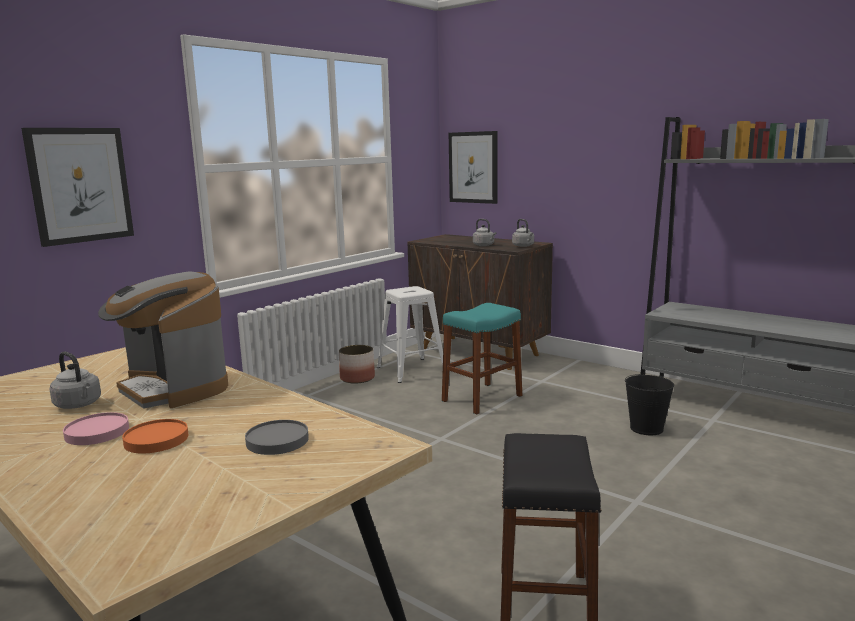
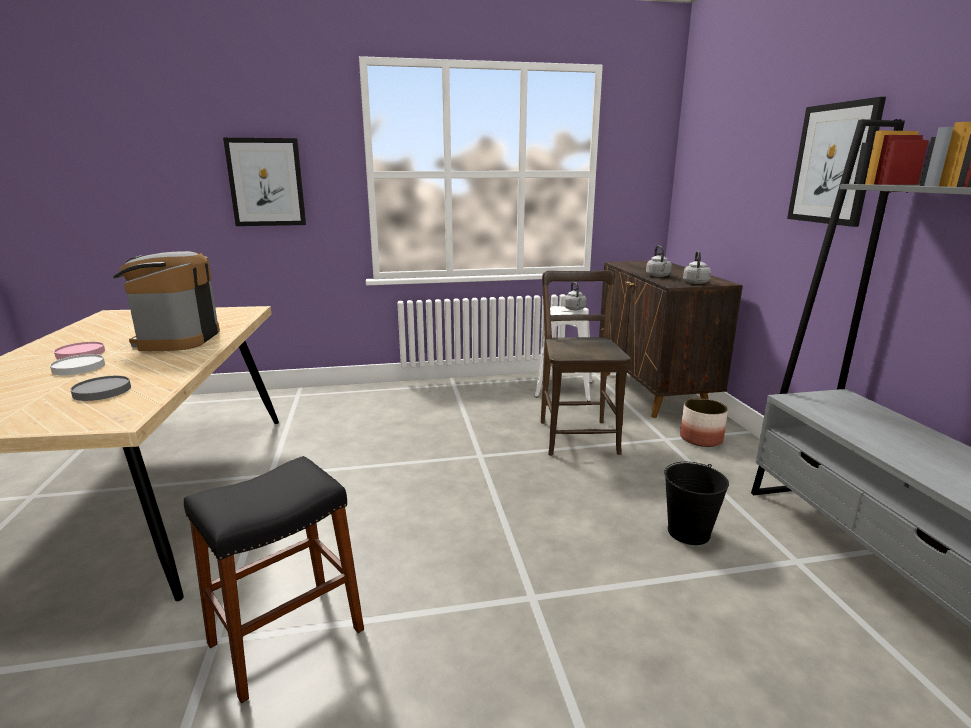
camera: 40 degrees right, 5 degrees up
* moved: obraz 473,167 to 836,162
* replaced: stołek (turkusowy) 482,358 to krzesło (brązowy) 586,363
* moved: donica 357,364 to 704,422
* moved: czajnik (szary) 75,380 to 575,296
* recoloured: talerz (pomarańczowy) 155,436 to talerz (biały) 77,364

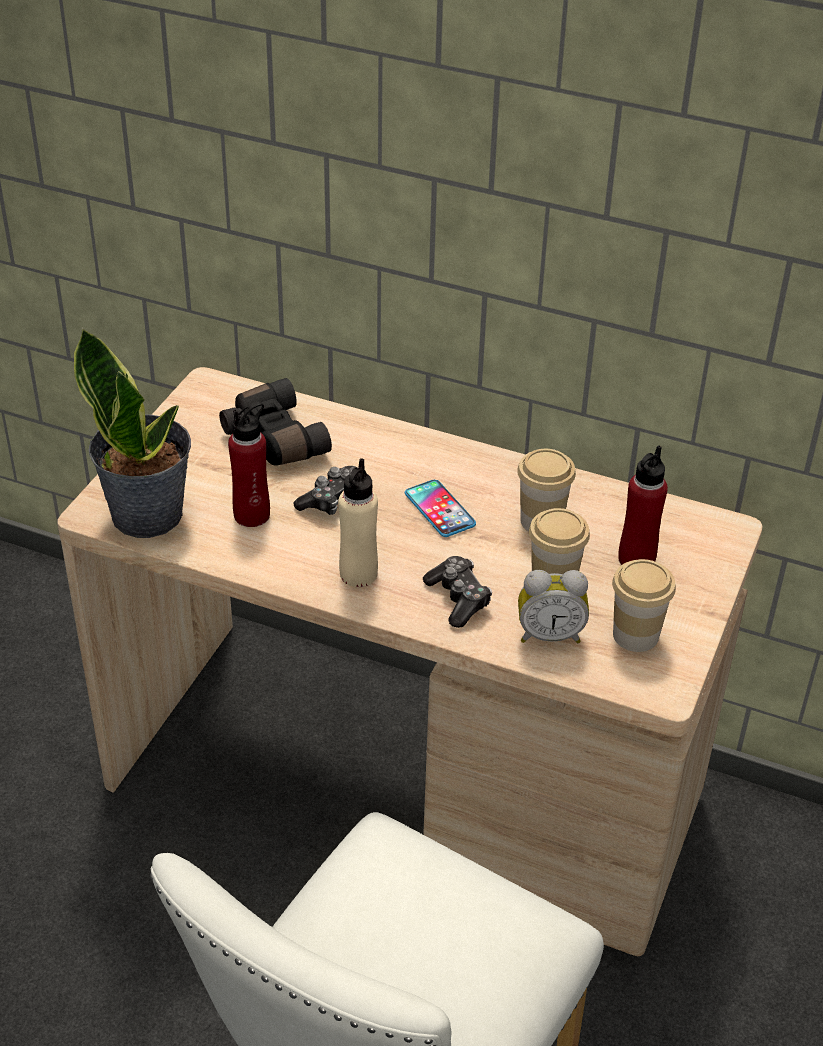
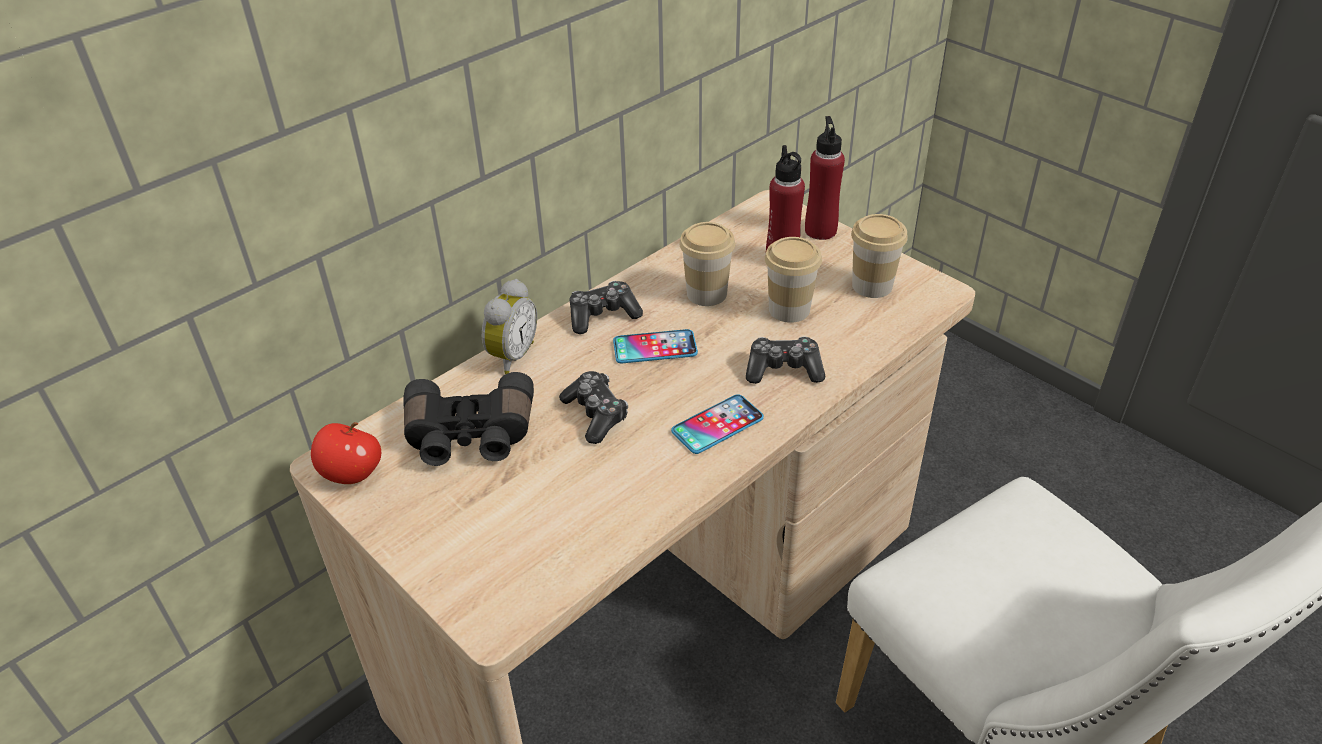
camera: 65 degrees left, 0 degrees up
* removed: roślina doniczkowa 132,433
* moved: butelka (czerwony) 249,464 to 825,178
* replaced: butelka (beżowy) 358,522 to telefon 717,424
* moved: budzik 553,606 to 509,326
* added: pad do gier 606,307
* added: jabłko 346,453

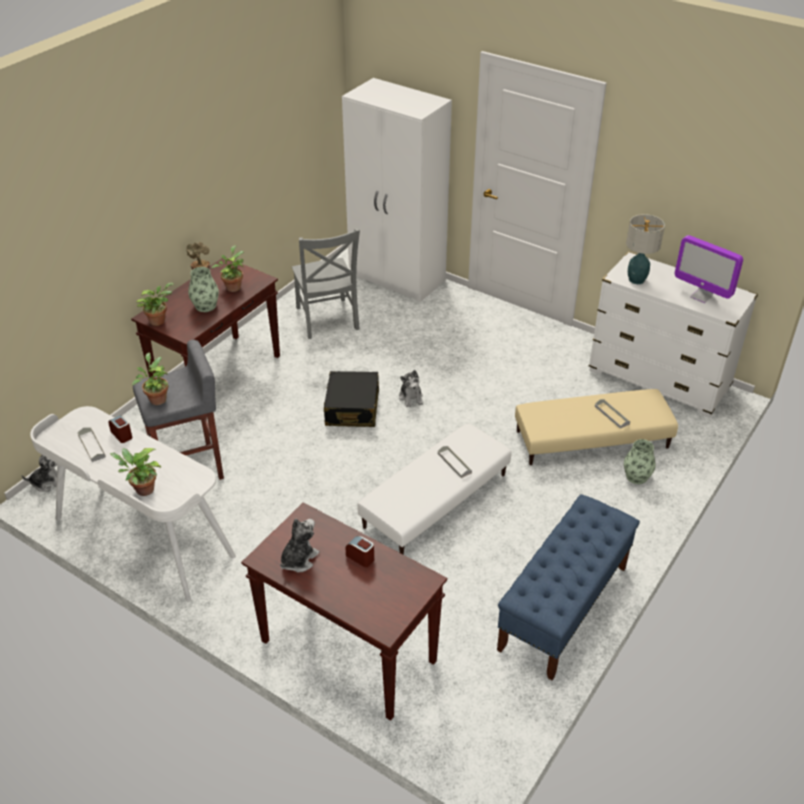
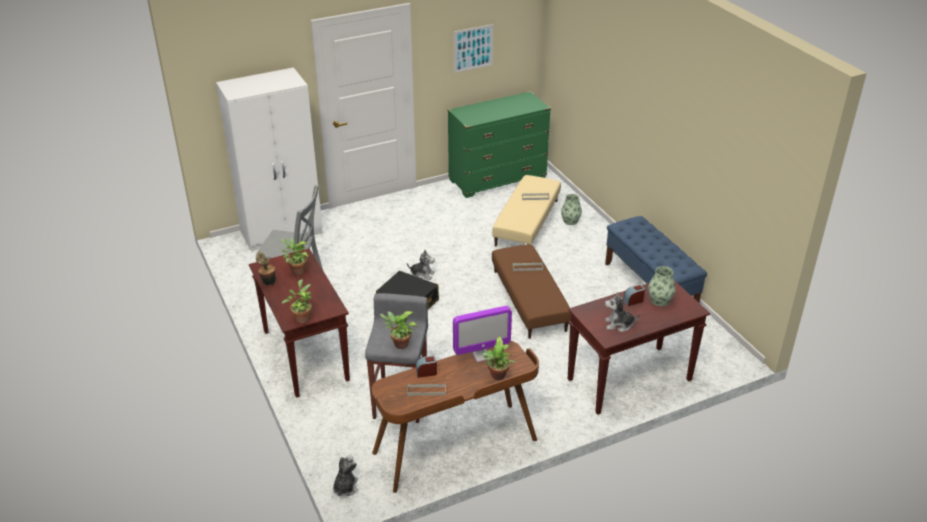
camera: 60 degrees left, 5 degrees down
* removed: lampa stołowa 645,249
* moved: monitor 709,269 to 482,334
* recoloured: komoda (biały) 673,334 to komoda (zielony) 499,144
* moved: wazon 203,289 to 662,286
* recoloured: biurko (biały) 133,504 to biurko (brązowy) 455,417
* recoloured: pufa (biały) 434,489 to pufa (brązowy) 531,291
* turned: pluszak 299,545 = 622,312 60 degrees counterclockwise
* added: obraz 473,48

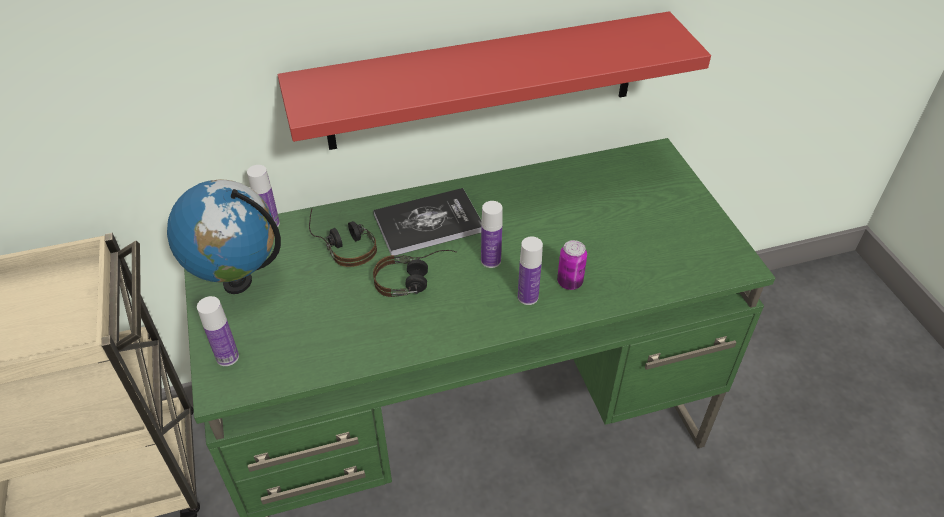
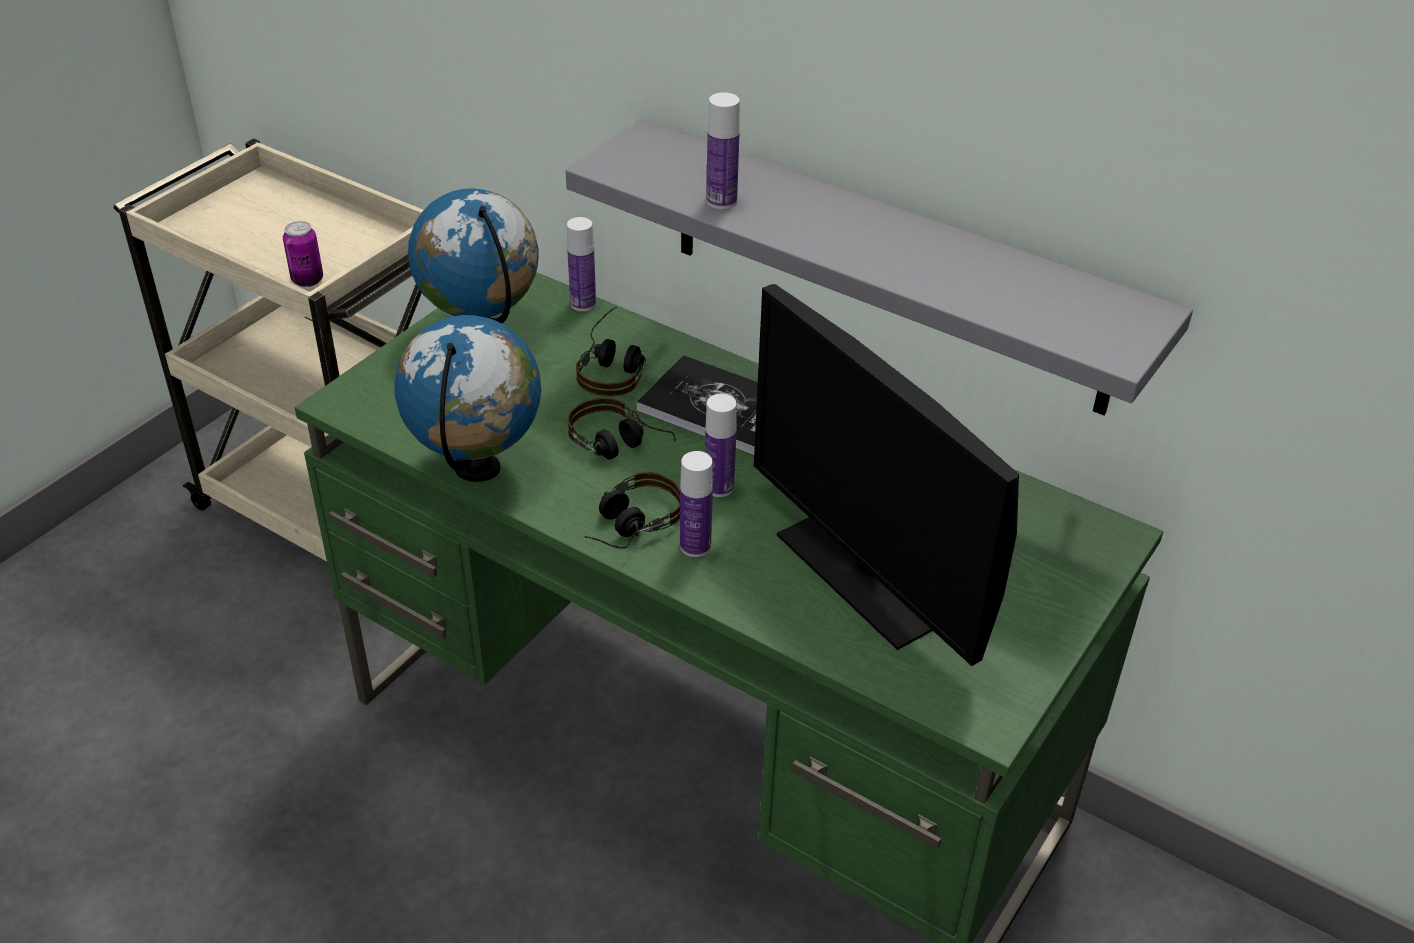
camera: 50 degrees right, 5 degrees down
* recoloured: półka (czerwony) 494,80 to półka (szary) 879,267
* moved: puszka 572,265 to 303,254
* moved: butelka 218,331 to 723,151
* added: monitor 886,475
* added: globus 467,398
* added: słuchawki 632,510

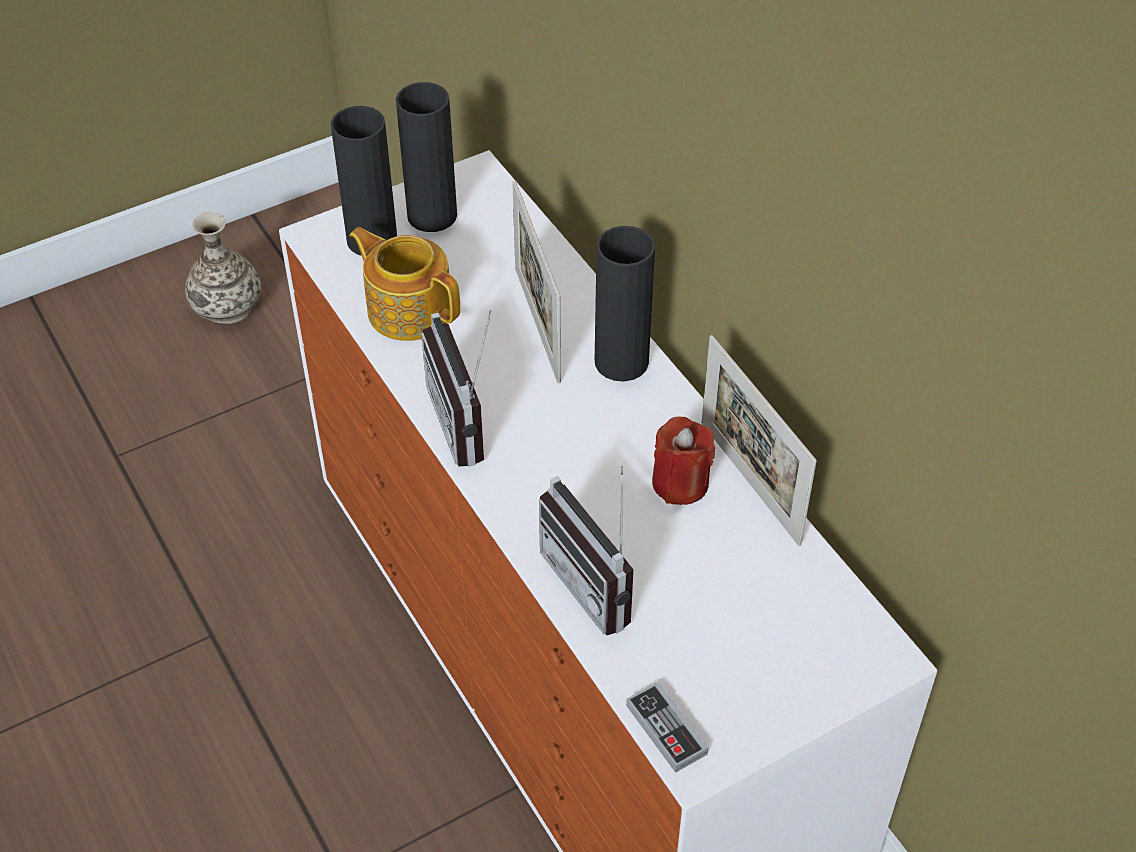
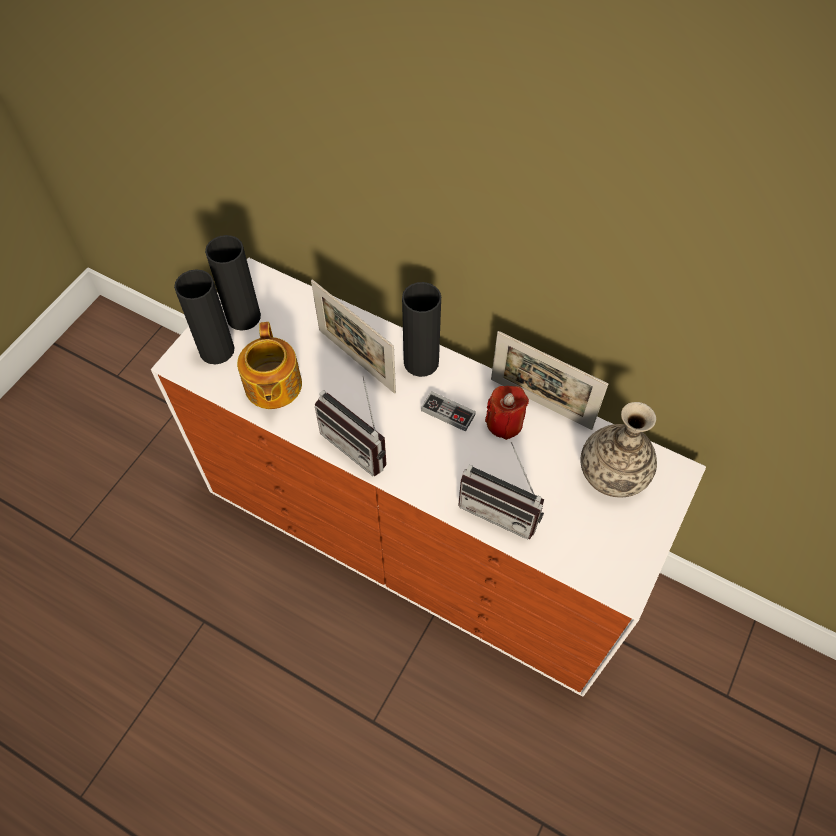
camera: 30 degrees left, 10 degrees up
* moved: wazon 223,268 to 618,450
* turned: imbryk 404,284 = 269,365 105 degrees counterclockwise
* moved: pad do gier 667,727 to 448,411

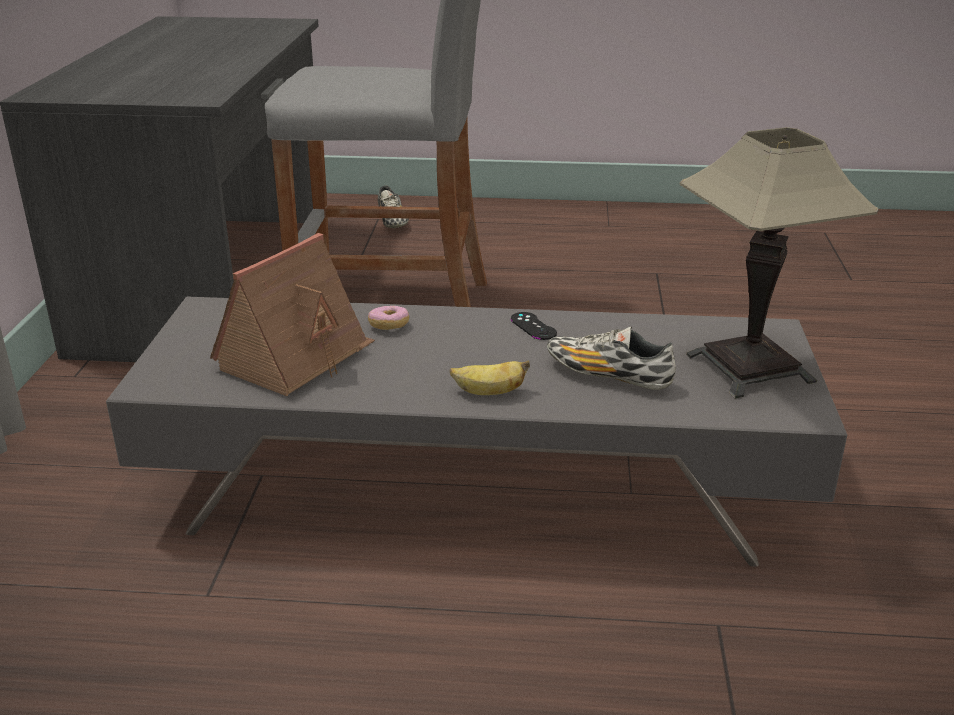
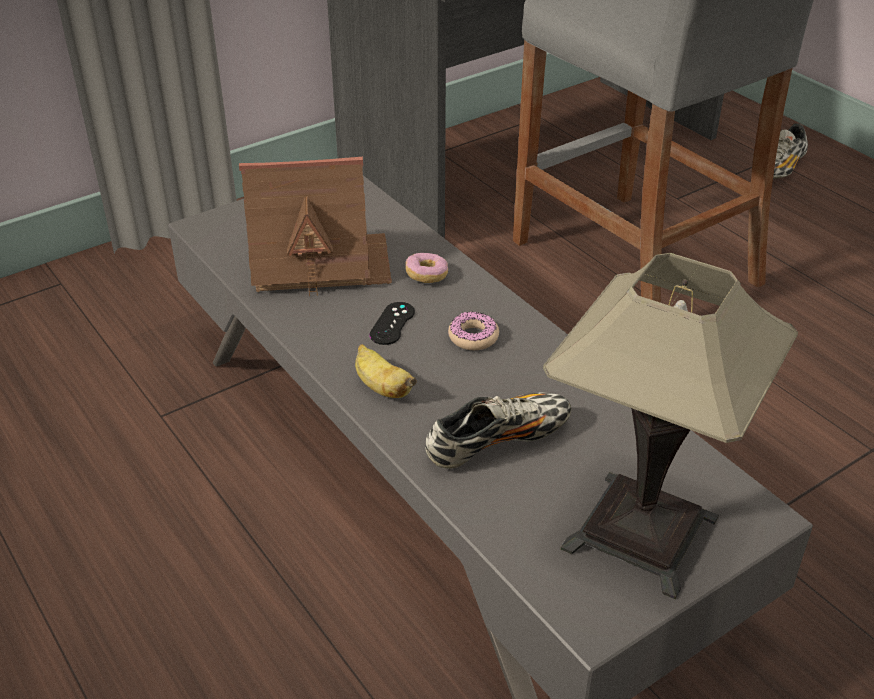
camera: 50 degrees right, 10 degrees up
* moved: pad do gier (czarny) 534,326 to 392,323
* turned: but 611,358 = 499,430 75 degrees clockwise
* added: donut 473,330

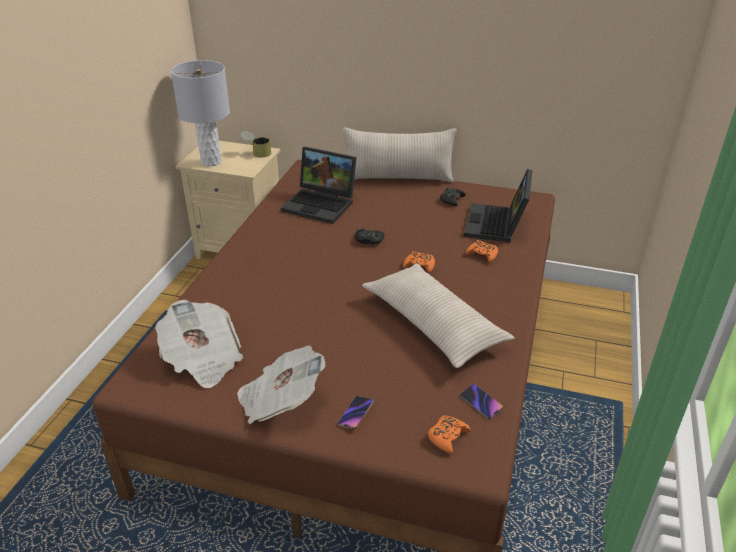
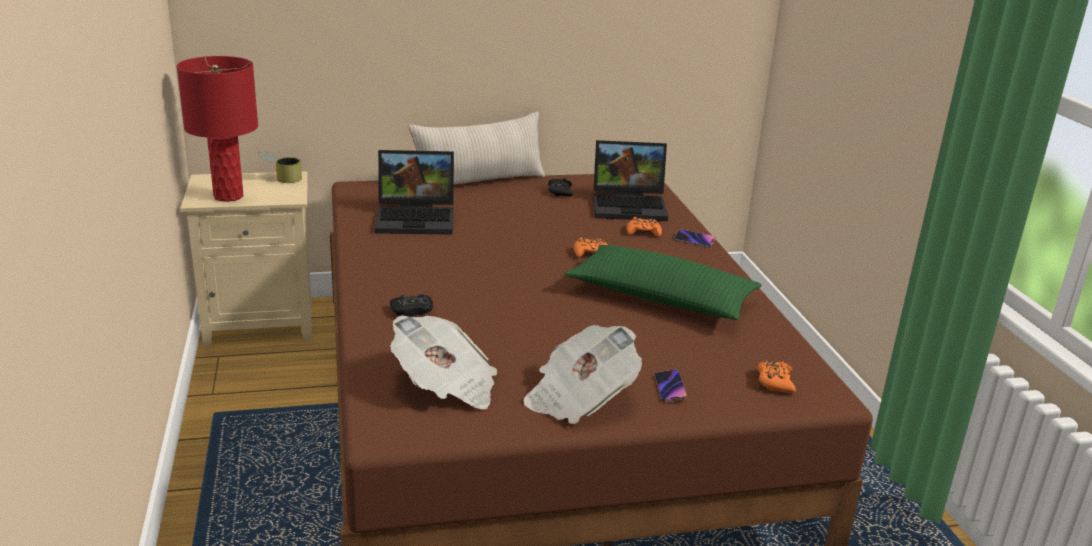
camera: 30 degrees left, 10 degrees down
* recoloured: lampa stołowa (szary) 200,113 to lampa stołowa (czerwony) 217,129
* turned: laptop 498,206 = 630,180 75 degrees counterclockwise
* moved: pad do gier (czarny) 370,236 to 411,305
* recoloured: poduszka (beżowy) 438,315 to poduszka (zielony) 663,282
* moved: telefon 481,402 to 694,238

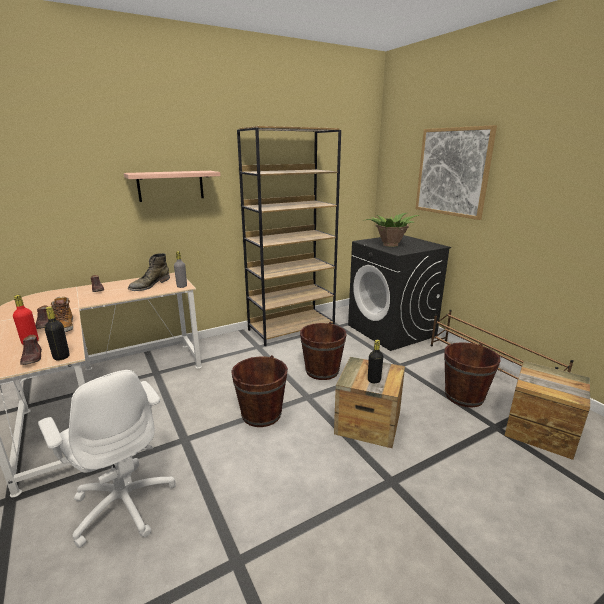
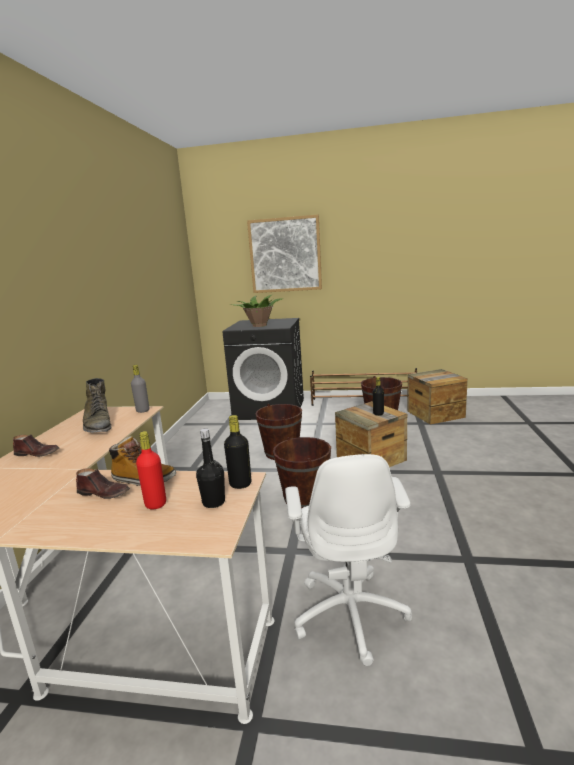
camera: 50 degrees left, 5 degrees down
* removed: regał (brązowy) 289,236
* removed: półka 172,186
* replaced: but (brązowy) 31,350 to butelka (czarny) 210,468
* turned: krzesło biurowe (biały) 107,459 = 348,560 90 degrees clockwise

